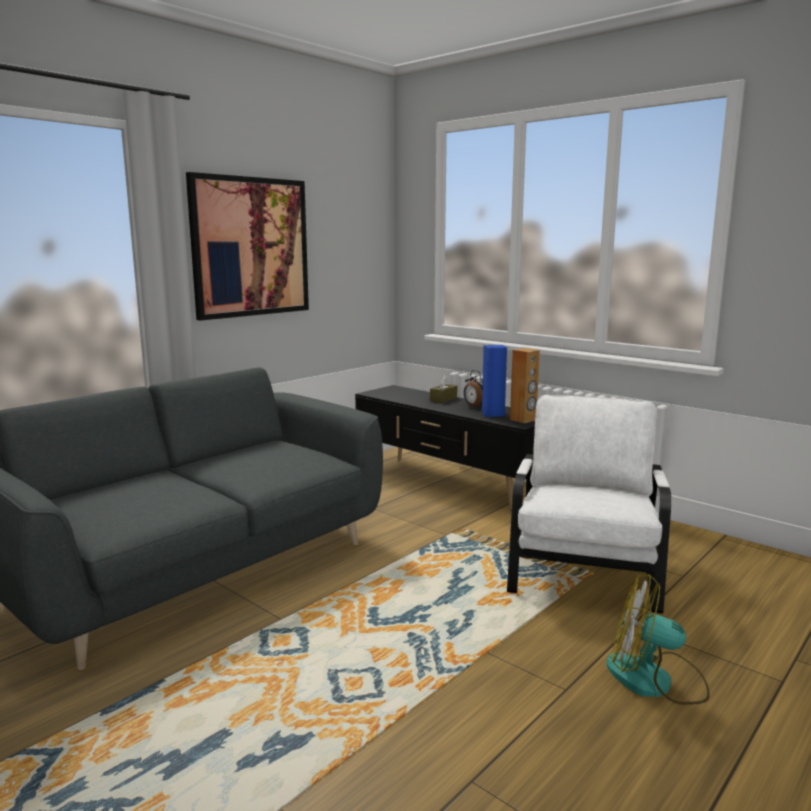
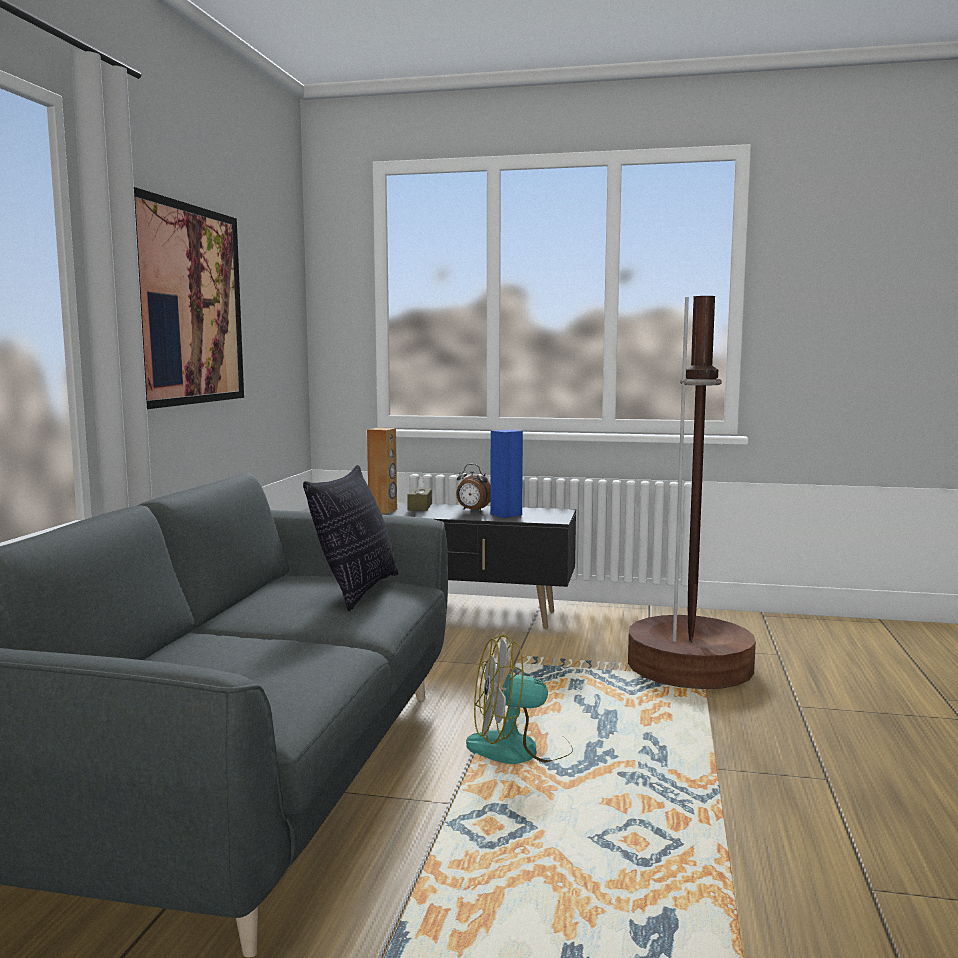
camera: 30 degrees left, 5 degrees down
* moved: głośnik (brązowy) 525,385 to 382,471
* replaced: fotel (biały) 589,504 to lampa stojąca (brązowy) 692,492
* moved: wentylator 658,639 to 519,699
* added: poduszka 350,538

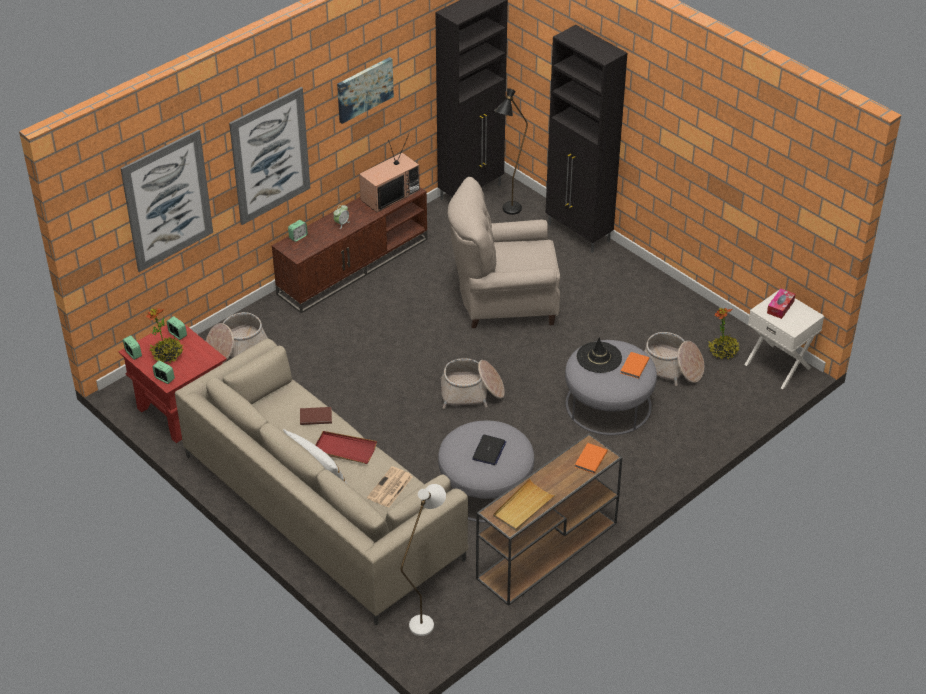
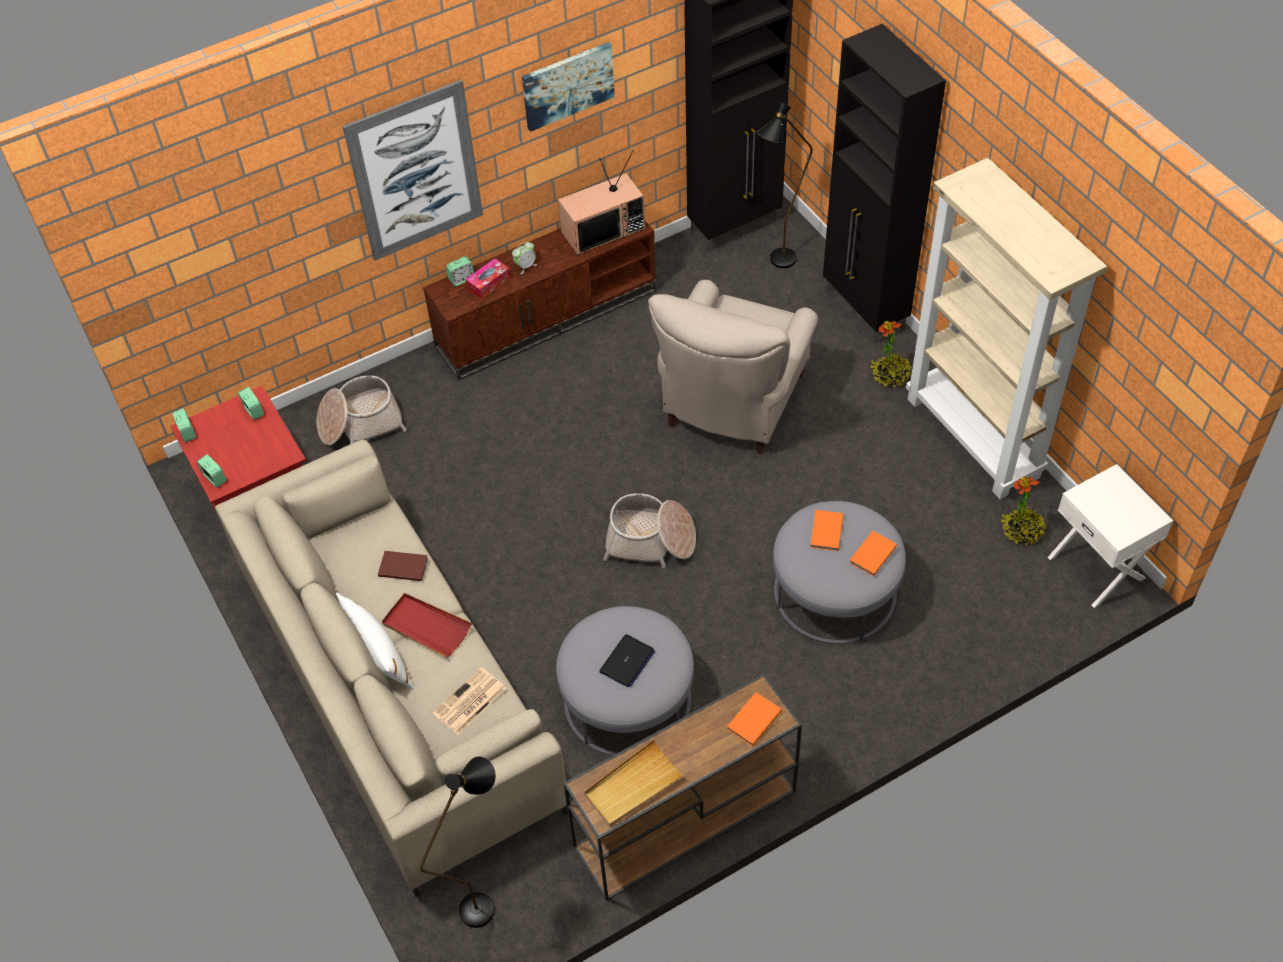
camera: 15 degrees right, 10 degrees up
* removed: obraz 166,201
* turned: fotel (beżowy) 504,252 = 733,367 75 degrees counterclockwise
* moved: pudełko chusteczek 781,304 to 488,278
* moved: roślina doniczkowa 164,336 to 891,354
* removed: koszyk 674,359
* replaced: kapelusz (czarny) 599,355 to książka (pomarańczowy) 827,530
* recoloured: lampa stojąca (biały) 423,560 to lampa stojąca (czarny) 458,842
* added: regał (beżowy) 1006,328

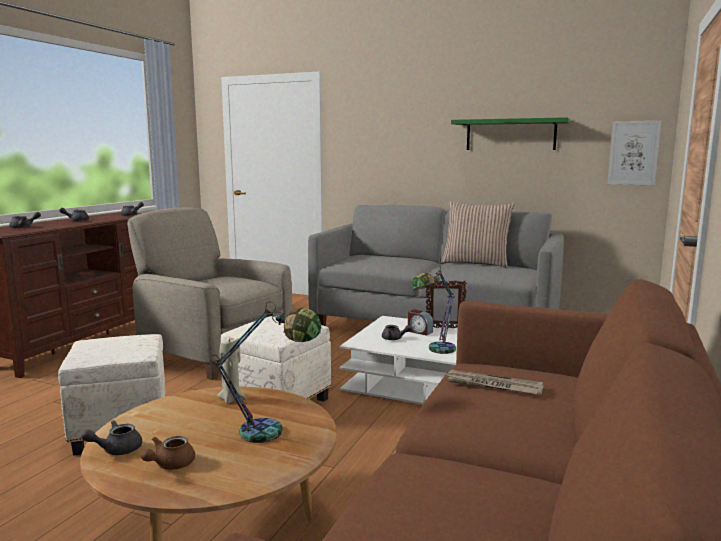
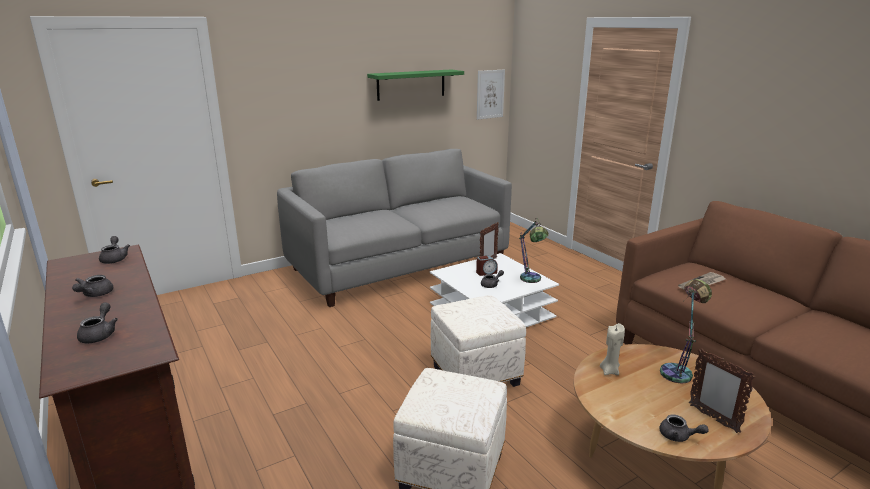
camera: 55 degrees left, 10 degrees up
* removed: poduszka 477,235
* removed: fotel (beżowy) 210,294
* turned: imbryk (szary) 111,437 = 684,428 60 degrees counterclockwise
* replaced: imbryk (brązowy) 168,453 to ramka na zdjęcie 722,391

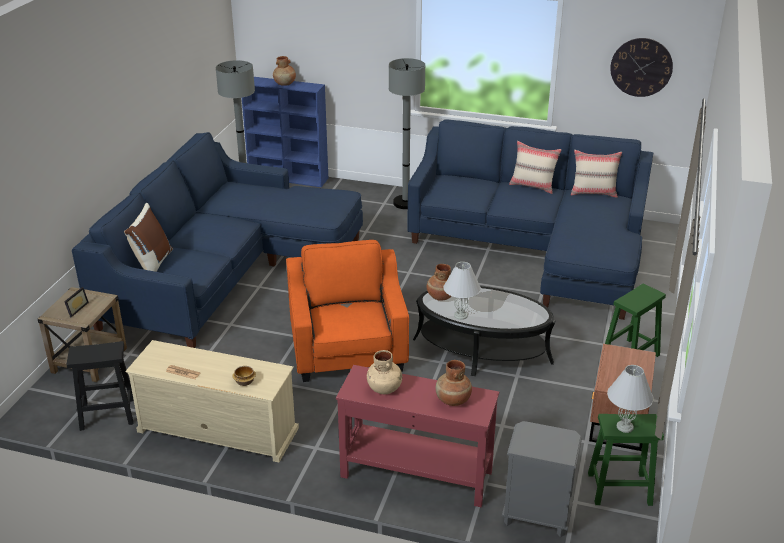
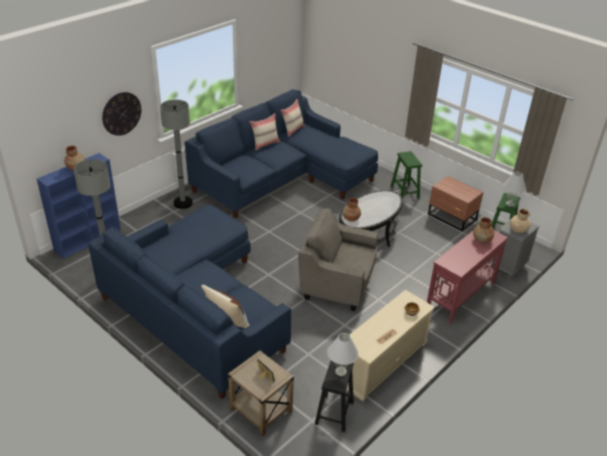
camera: 65 degrees left, 5 degrees up
* moved: zegar ścienny 641,67 to 121,114
* recoloured: fotel (pomarańczowy) 347,311 to fotel (szary) 338,259
* moved: lampa stołowa (biały) 462,291 to 342,354
* moved: wazon (beżowy) 384,372 to 520,221

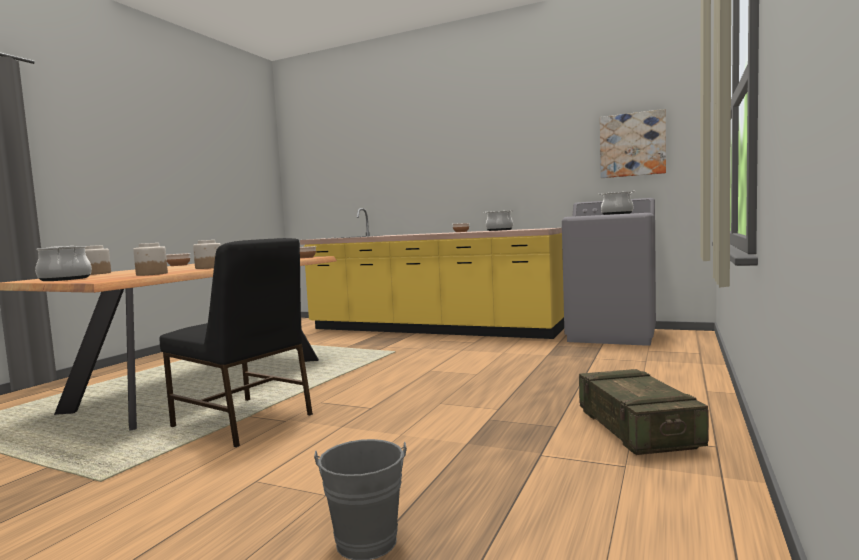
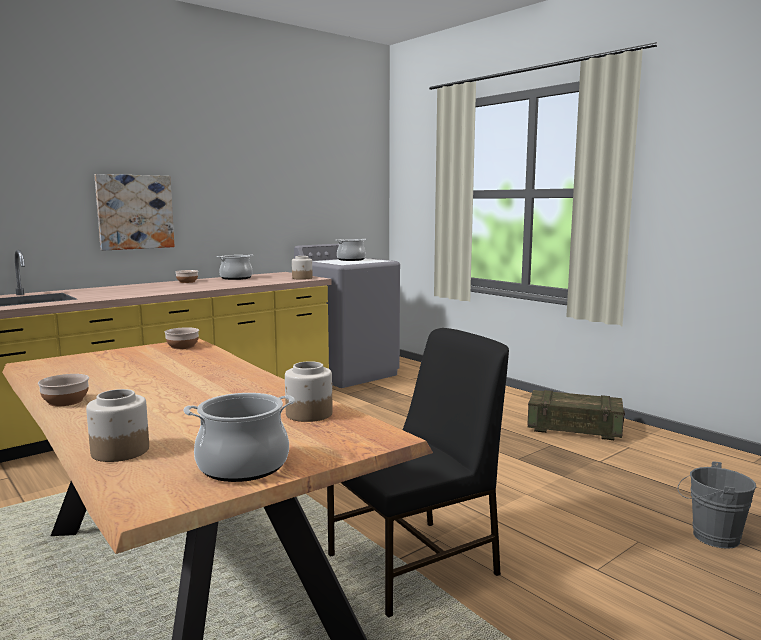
camera: 65 degrees left, 5 degrees up
* moved: obraz 633,143 to 134,212
* moved: słoik 207,254 to 302,268

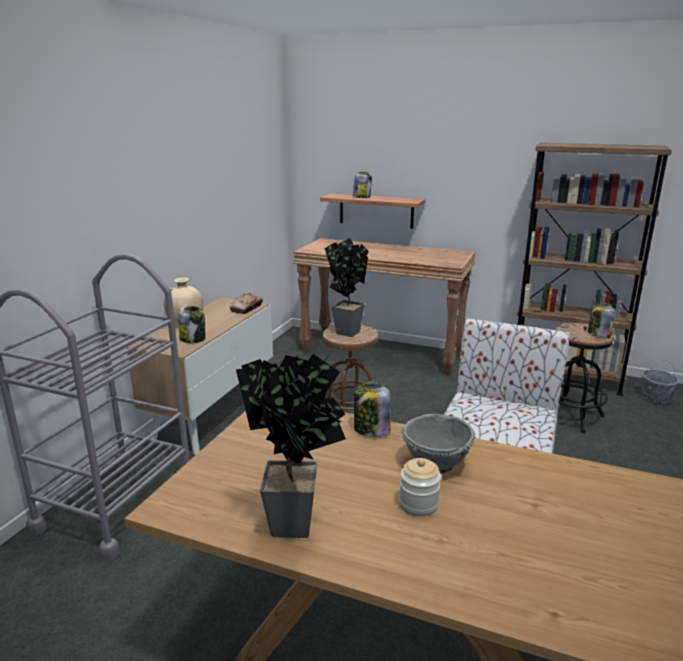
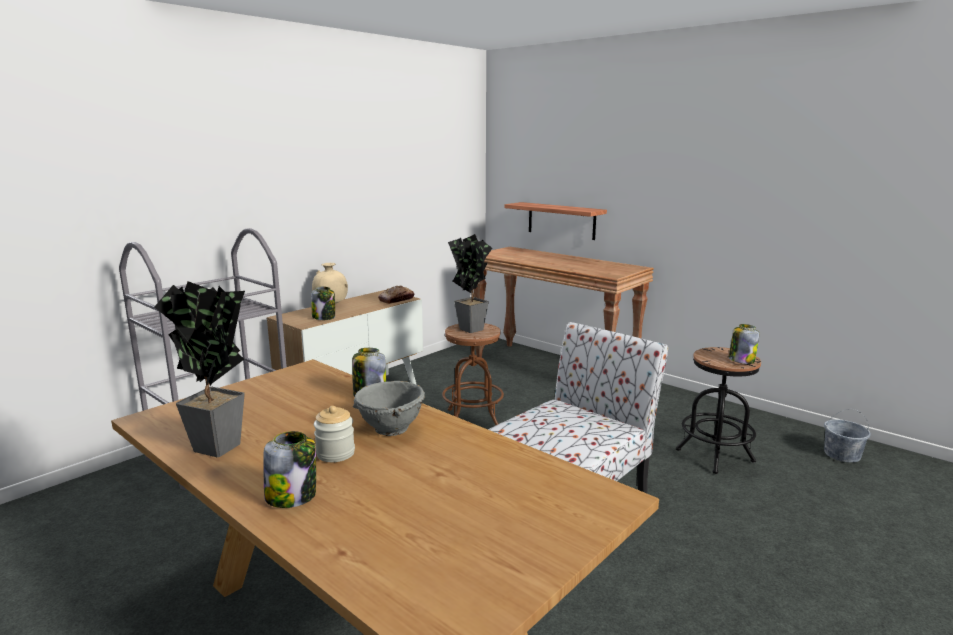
camera: 20 degrees right, 5 degrees down
* removed: regał (brązowy) 594,269
* moved: słoik 362,185 to 289,469

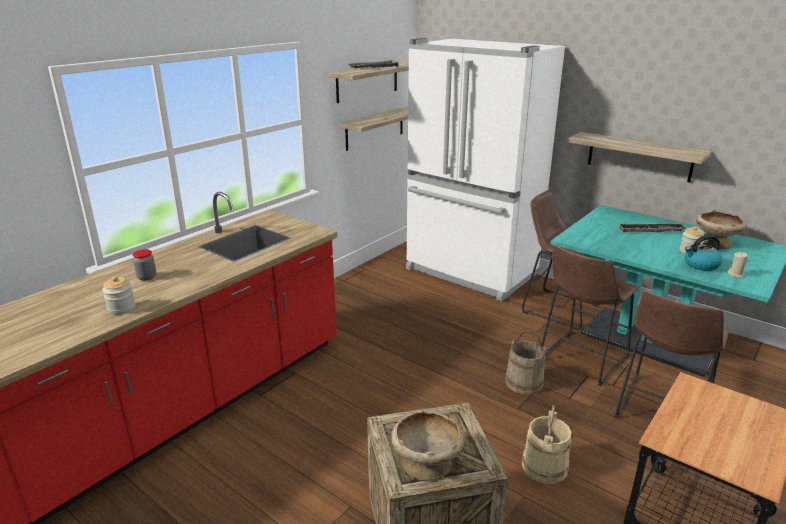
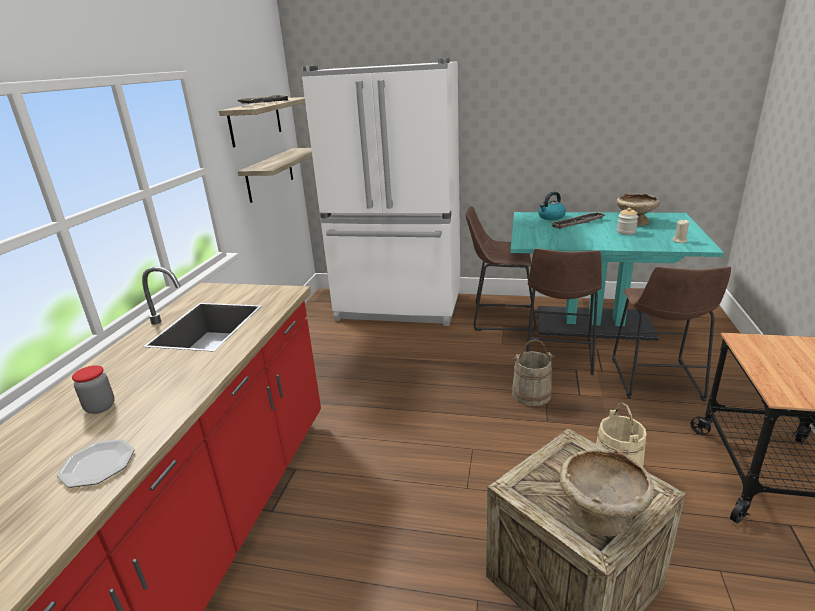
camera: 25 degrees left, 0 degrees up
* removed: półka 639,157
* moved: czajnik 704,253 to 552,206
* replaced: słoik 118,295 to talerz 96,463

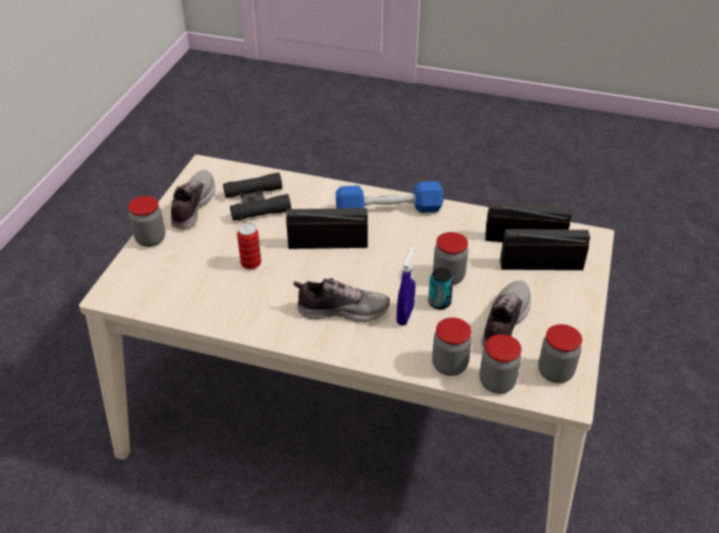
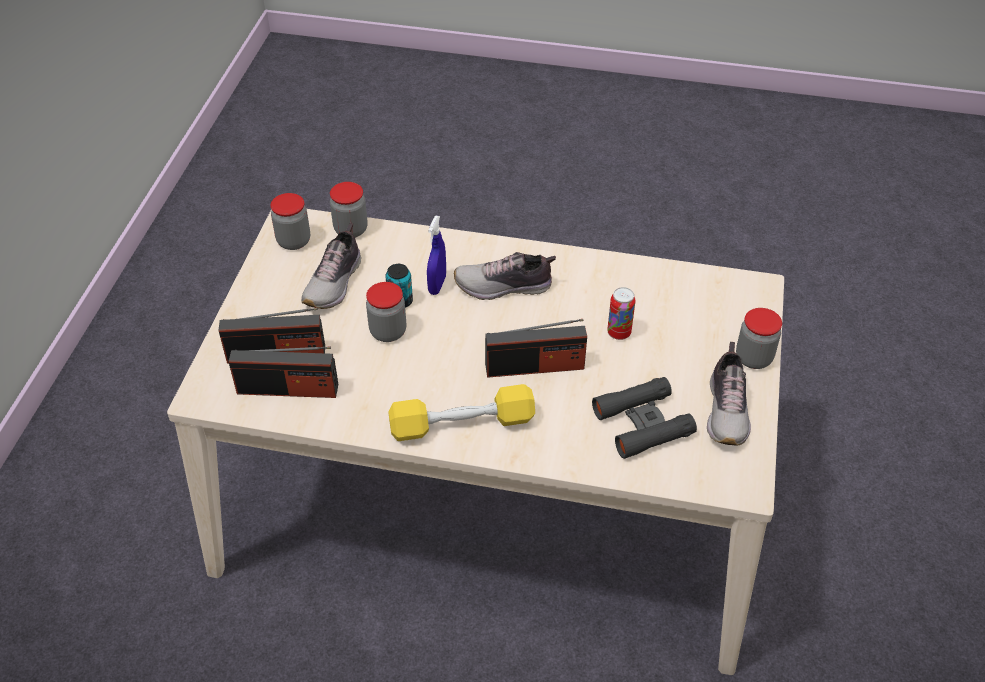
camera: 175 degrees right, 5 degrees up
* recoloured: hantel (niebieski) 389,197 to hantel (żółty) 461,412
* removed: słoik 452,347

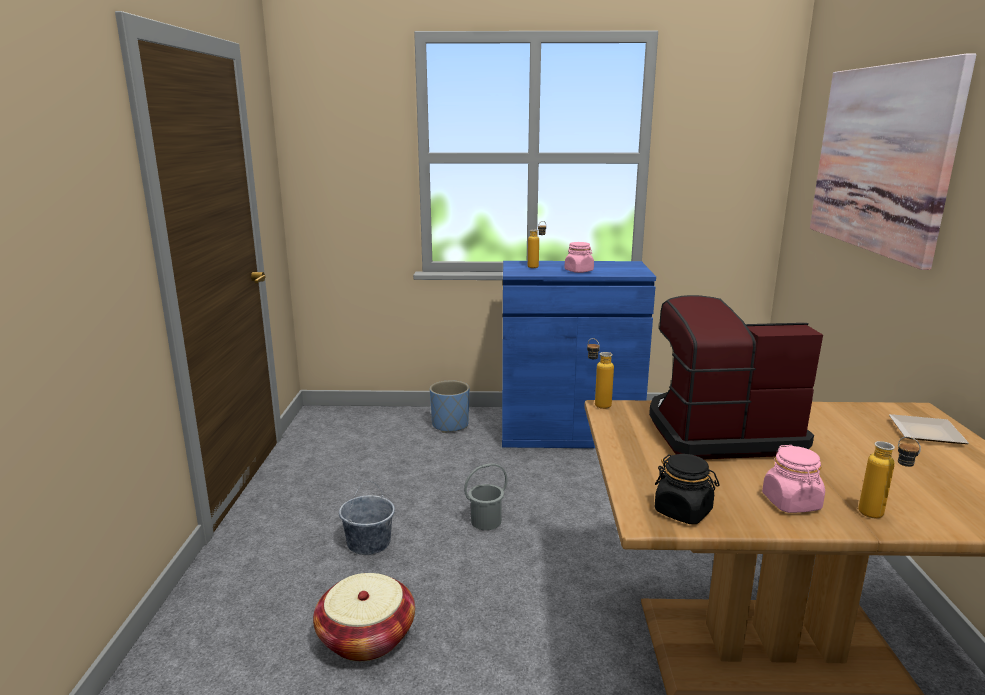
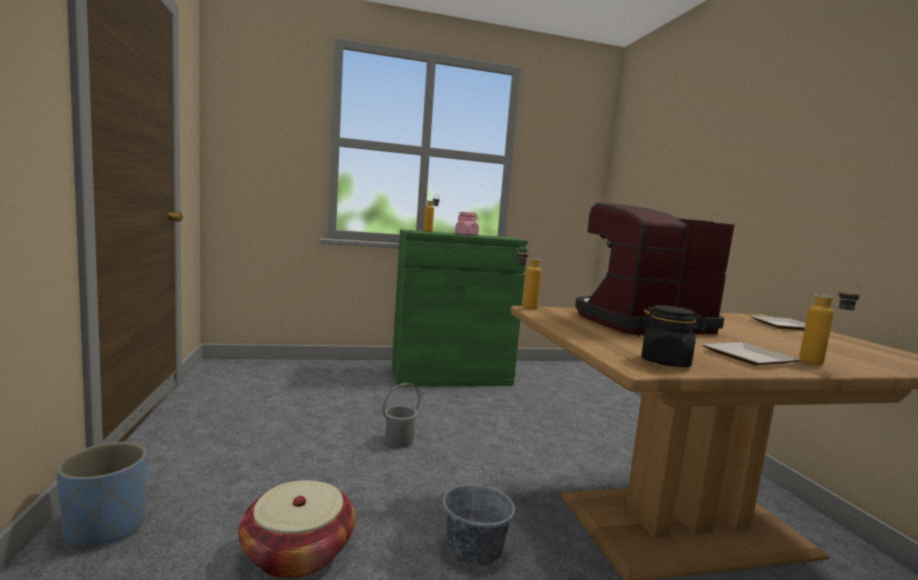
camera: 15 degrees left, 10 degrees down
* removed: obraz 893,161
* recoloured: szafka (niebieski) 579,354 to szafka (zielony) 460,308
* moved: donica (niebieski) 449,407 to 101,496
* replaced: słoik (różowy) 793,479 to talerz 751,353
* moved: wiadro (szary) 367,518 to 479,516

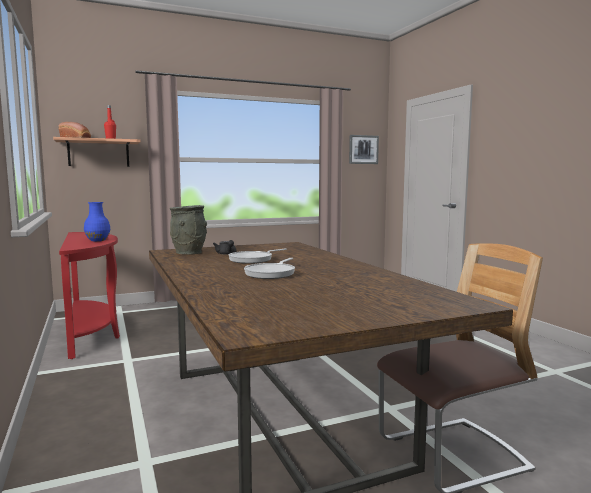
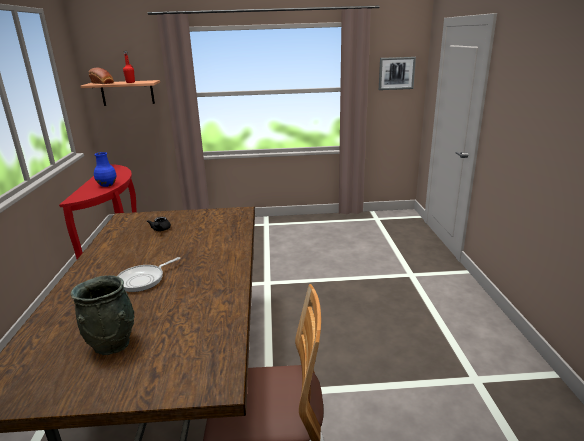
camera: 20 degrees right, 15 degrees up
* moved: wazon (szary) 188,230 to 103,315
* removed: patelnia 258,256

